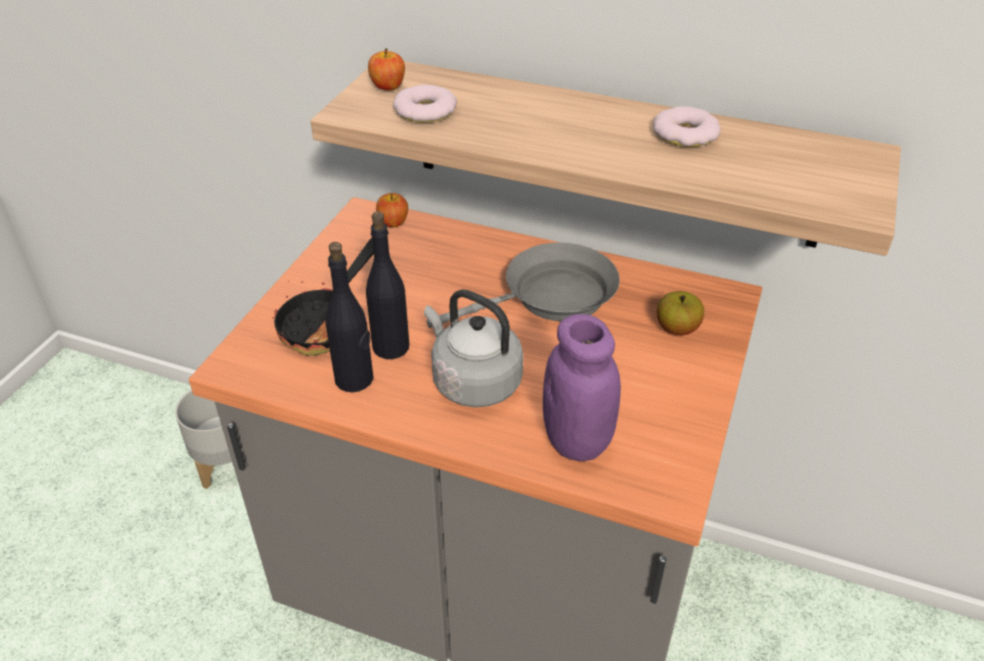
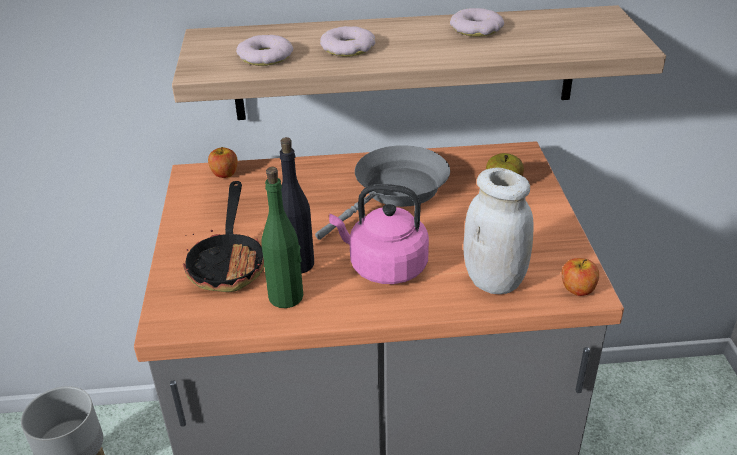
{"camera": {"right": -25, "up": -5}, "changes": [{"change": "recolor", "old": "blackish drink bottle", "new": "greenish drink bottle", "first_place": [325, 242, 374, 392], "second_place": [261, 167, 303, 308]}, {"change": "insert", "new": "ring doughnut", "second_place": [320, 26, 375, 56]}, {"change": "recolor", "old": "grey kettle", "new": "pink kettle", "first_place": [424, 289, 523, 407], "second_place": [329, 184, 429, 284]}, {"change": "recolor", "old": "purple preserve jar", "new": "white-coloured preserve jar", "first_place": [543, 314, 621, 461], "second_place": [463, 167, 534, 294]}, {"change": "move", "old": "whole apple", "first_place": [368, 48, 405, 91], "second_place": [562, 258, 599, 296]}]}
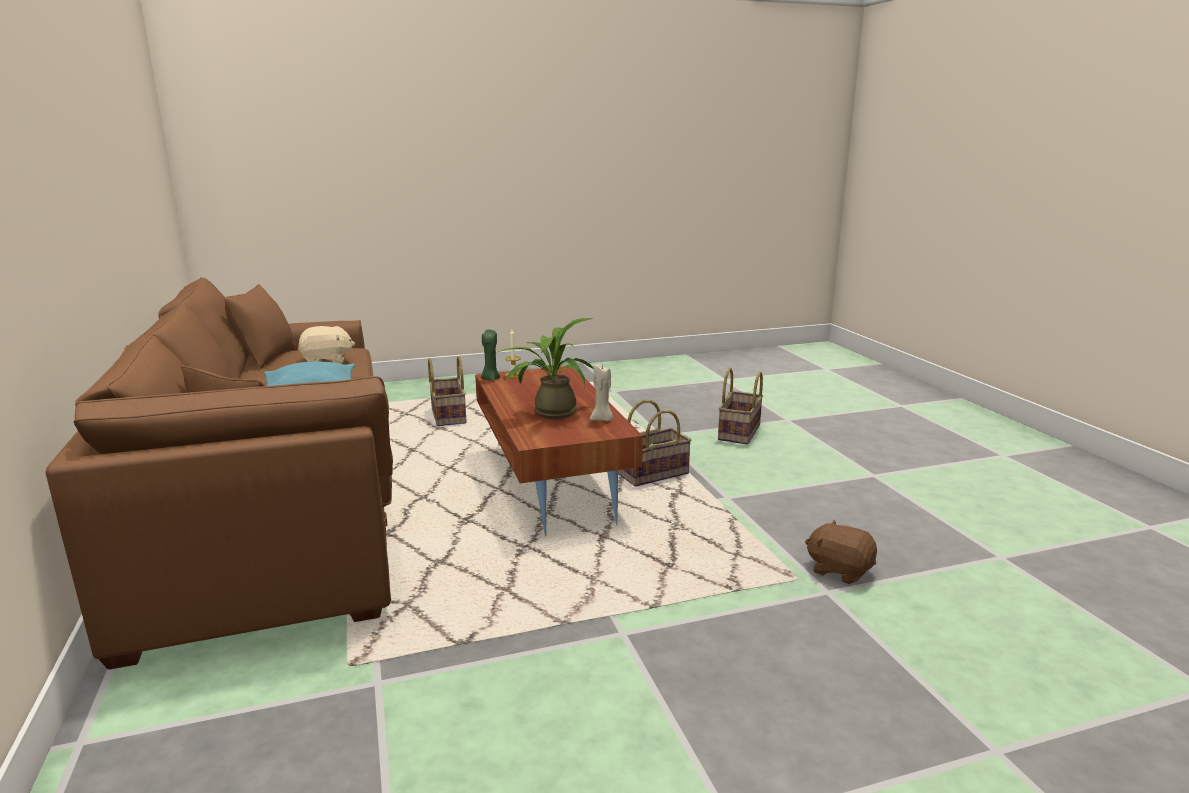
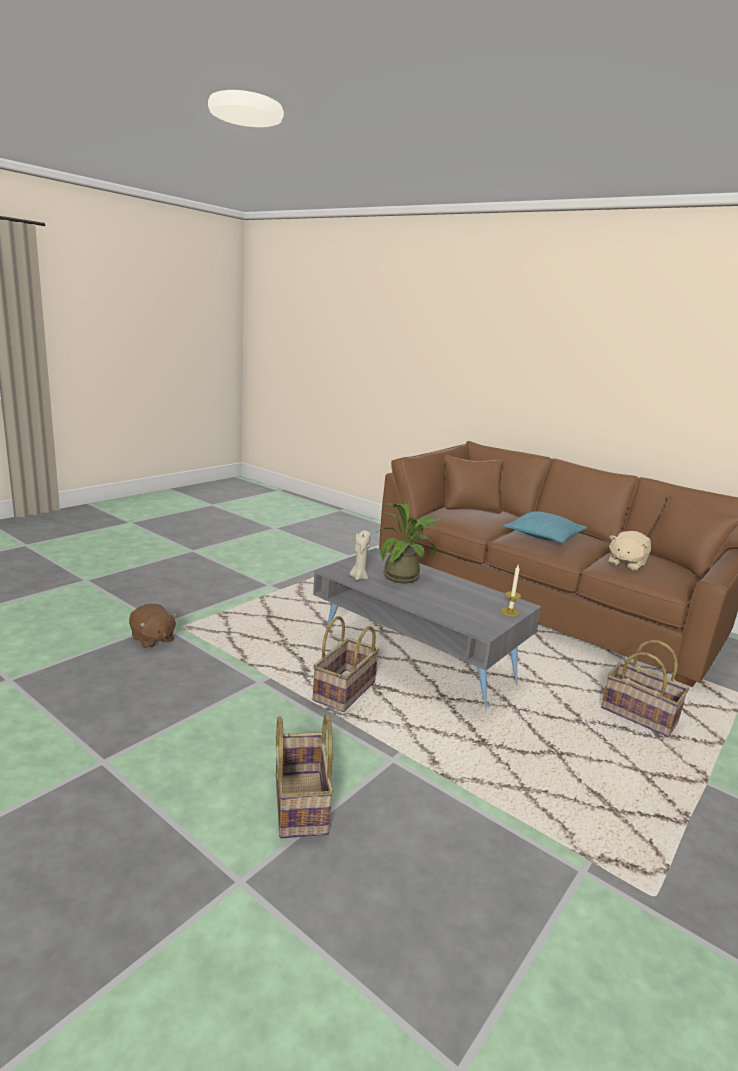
{"camera": {"right": 145, "up": 0}, "changes": [{"change": "rotate", "old": "brown-coloured cuddly toy", "first_place": [805, 520, 877, 584], "second_place": [129, 604, 177, 649], "degrees": 45}, {"change": "recolor", "old": "brown-coloured low table", "new": "grey low table", "first_place": [475, 366, 643, 537], "second_place": [313, 548, 542, 711]}, {"change": "delete", "old": "greenish wax candle", "first_place": [481, 330, 500, 381]}]}
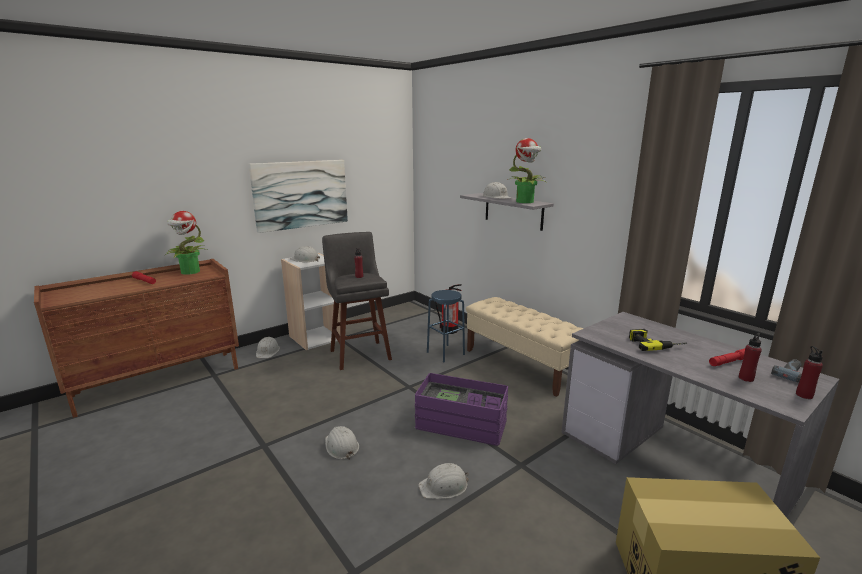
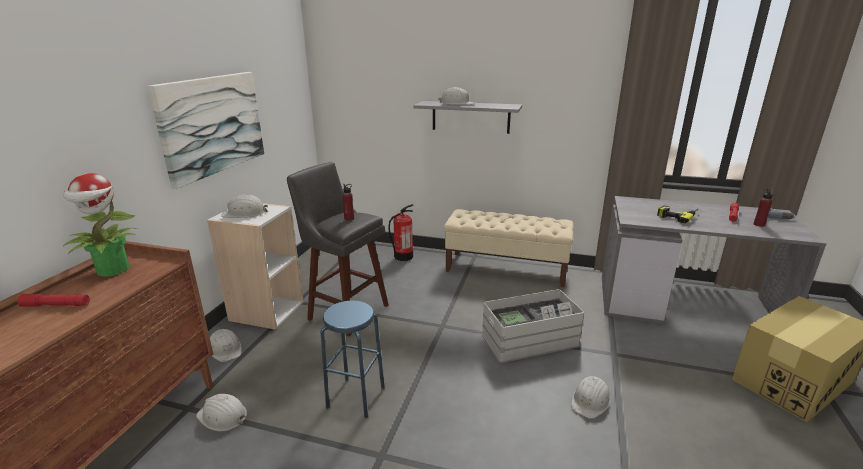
{"camera": {"right": -35, "up": 5}, "changes": [{"change": "move", "old": "white-coloured safety helmet", "first_place": [325, 426, 359, 460], "second_place": [196, 394, 247, 432]}, {"change": "move", "old": "bluish stool", "first_place": [427, 290, 465, 363], "second_place": [320, 301, 385, 418]}, {"change": "recolor", "old": "purple storage bin", "new": "grey storage bin", "first_place": [415, 373, 508, 446], "second_place": [482, 289, 584, 363]}, {"change": "delete", "old": "houseplant", "first_place": [509, 138, 546, 203]}, {"change": "delete", "old": "reddish drink bottle", "first_place": [796, 346, 823, 399]}]}
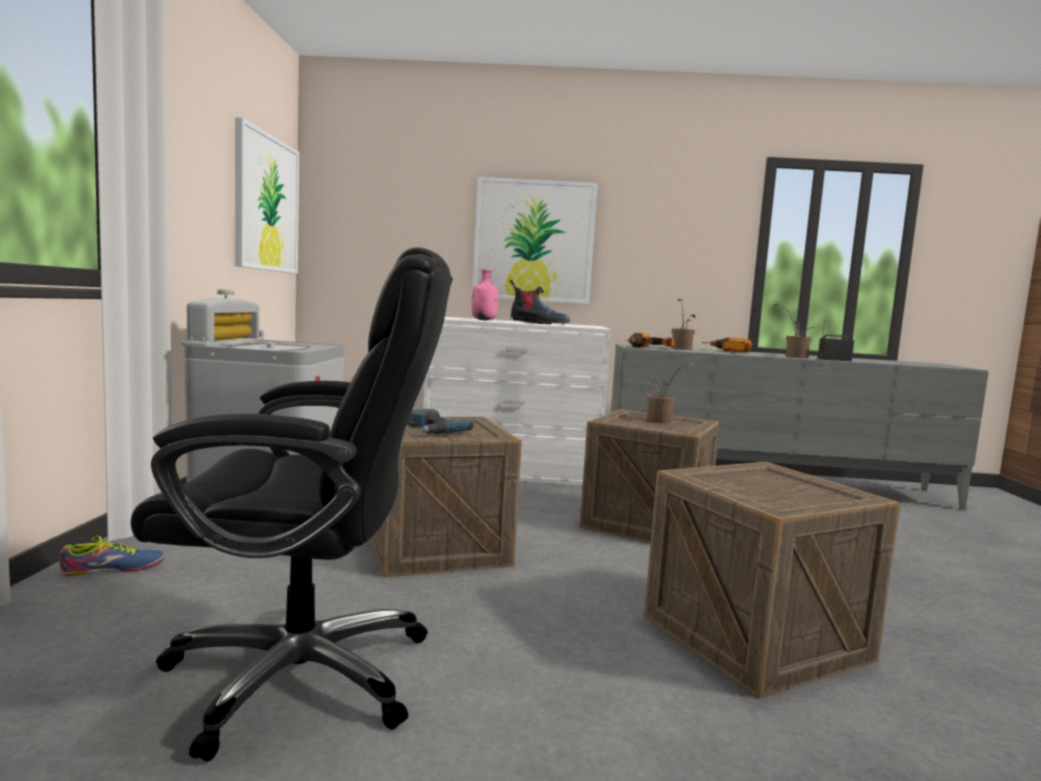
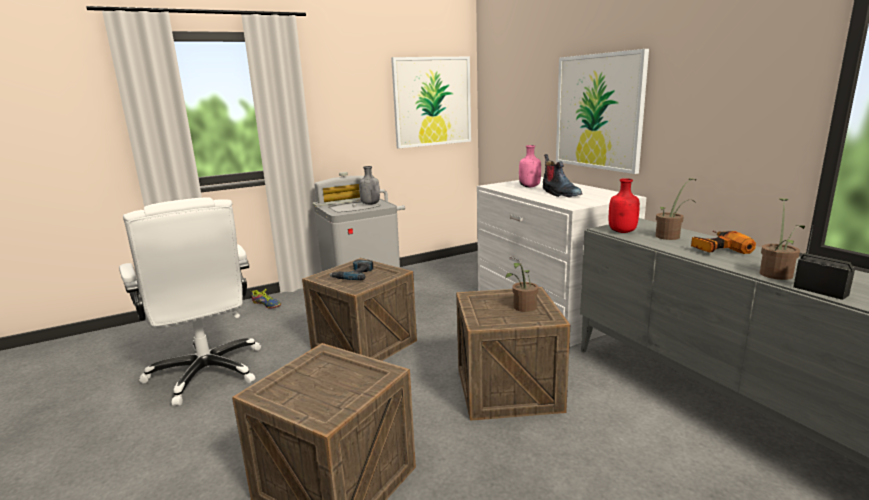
{"camera": {"right": 60, "up": 10}, "changes": [{"change": "recolor", "old": "blackish computer chair", "new": "white-coloured computer chair", "first_place": [131, 248, 453, 762], "second_place": [119, 198, 261, 406]}, {"change": "insert", "new": "grey drink bottle", "second_place": [359, 166, 380, 205]}, {"change": "replace", "old": "drill", "new": "reddish drink bottle", "first_place": [625, 333, 675, 347], "second_place": [609, 178, 640, 233]}]}
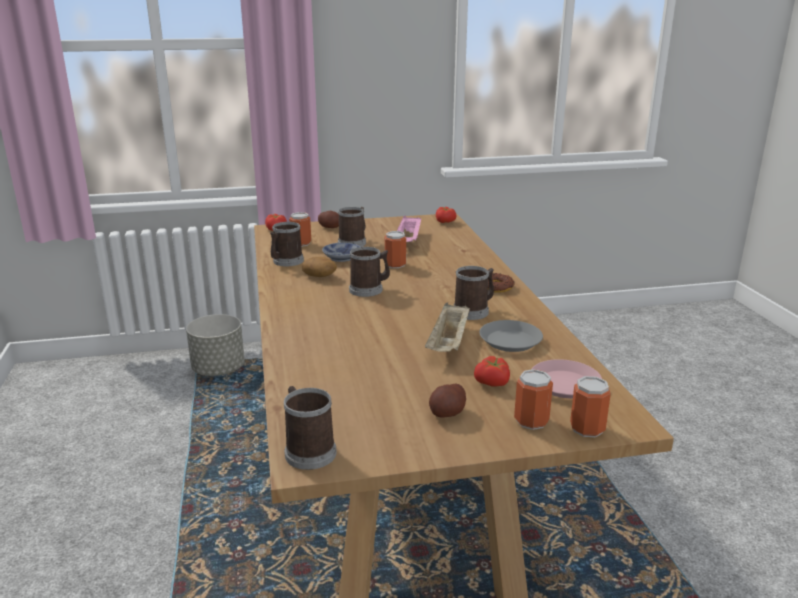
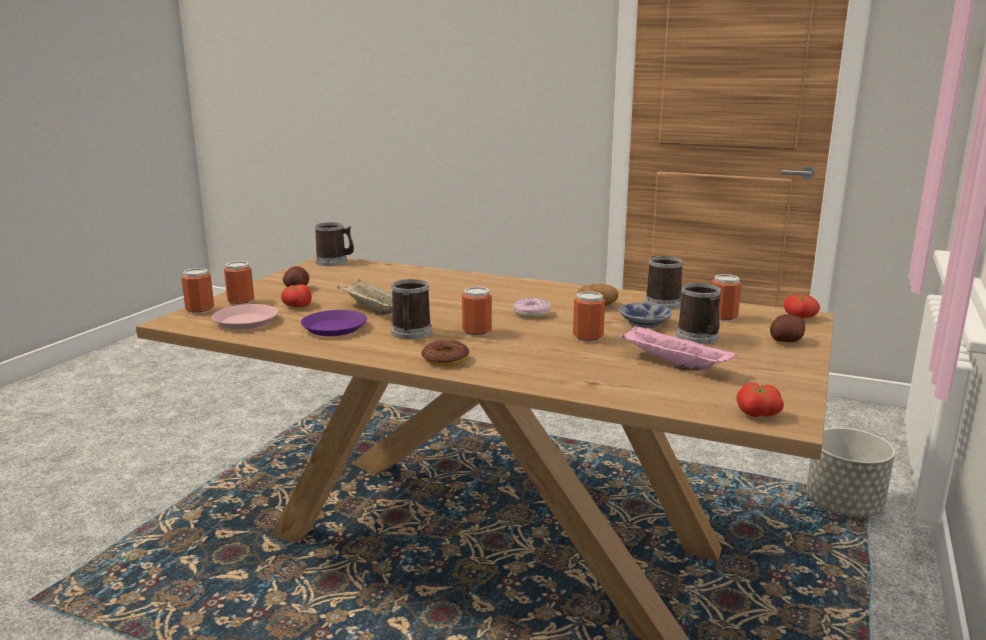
{"camera": {"right": 125, "up": -5}, "changes": [{"change": "recolor", "old": "grey flat dish", "new": "purple flat dish", "first_place": [479, 320, 543, 352], "second_place": [301, 310, 367, 336]}, {"change": "insert", "new": "metal can", "second_place": [462, 287, 492, 337]}, {"change": "replace", "old": "tea mug", "new": "ring doughnut", "first_place": [349, 247, 390, 297], "second_place": [513, 298, 551, 318]}]}
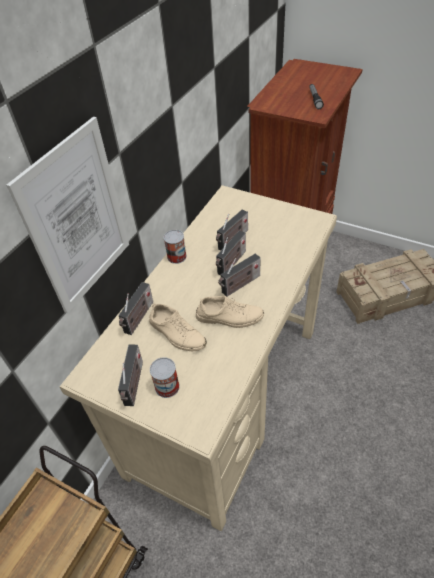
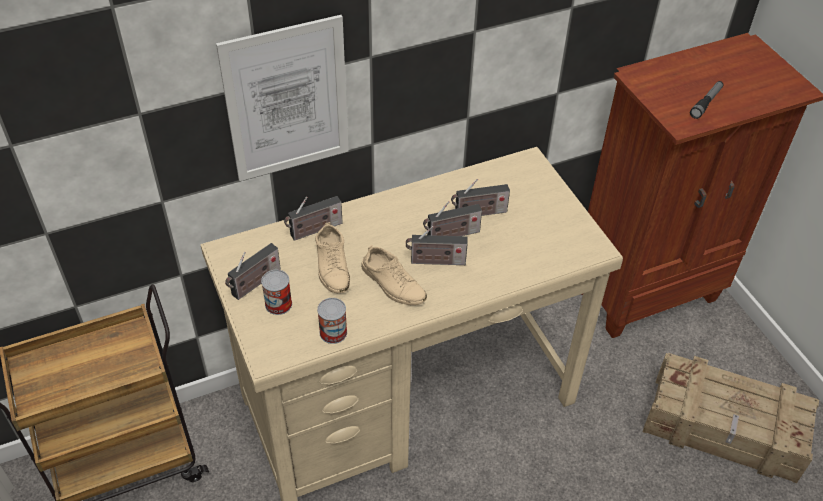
{"camera": {"right": 35, "up": 0}, "changes": [{"change": "move", "old": "metal can", "first_place": [164, 230, 187, 264], "second_place": [317, 298, 347, 344]}]}
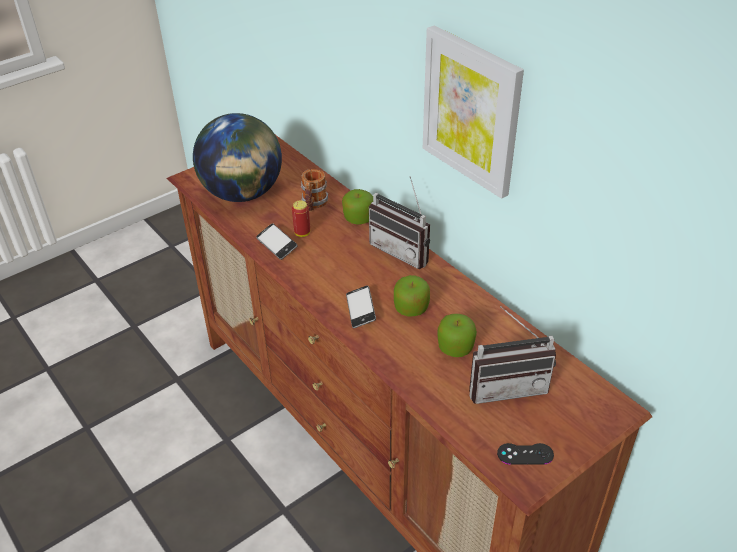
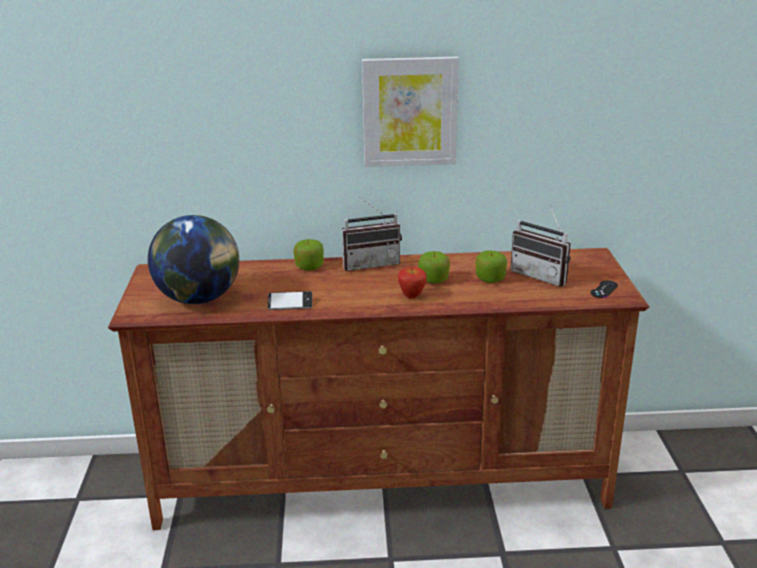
{"camera": {"right": -55, "up": -15}, "changes": [{"change": "replace", "old": "telephone", "new": "whole apple", "first_place": [346, 285, 376, 328], "second_place": [398, 267, 427, 299]}, {"change": "rotate", "old": "radio receiver", "first_place": [469, 306, 556, 404], "second_place": [510, 205, 571, 287], "degrees": 105}, {"change": "delete", "old": "metal can", "first_place": [292, 200, 310, 237]}, {"change": "delete", "old": "tea mug", "first_place": [301, 169, 328, 212]}]}
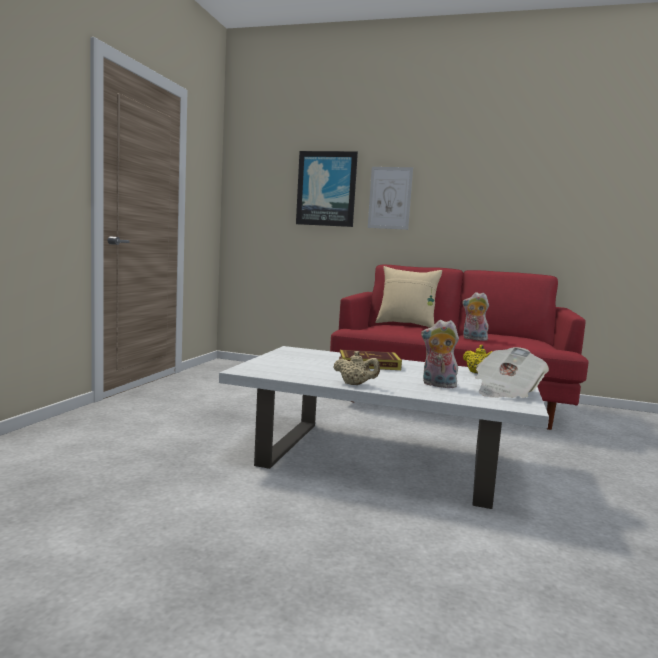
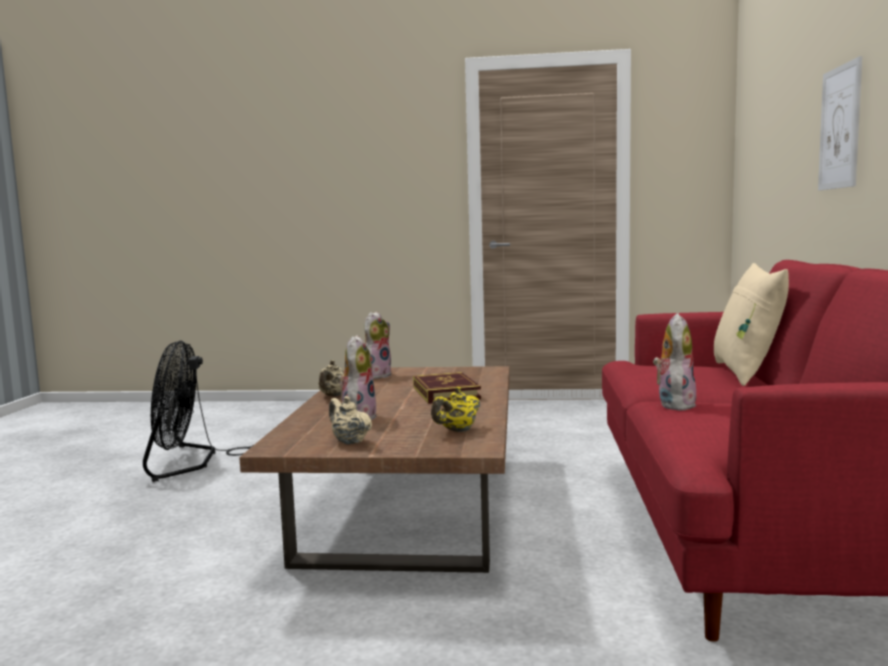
{"camera": {"right": 80, "up": 0}, "changes": [{"change": "insert", "new": "blackish fan", "second_place": [143, 341, 253, 482]}, {"change": "recolor", "old": "white-coloured low table", "new": "brown-coloured low table", "first_place": [219, 346, 549, 509], "second_place": [239, 366, 510, 573]}, {"change": "replace", "old": "printed paper", "new": "beige-coloured teapot", "first_place": [475, 347, 549, 398], "second_place": [329, 396, 372, 445]}, {"change": "insert", "new": "cuddly toy", "second_place": [364, 312, 392, 379]}, {"change": "delete", "old": "wall art", "first_place": [296, 151, 358, 227]}]}
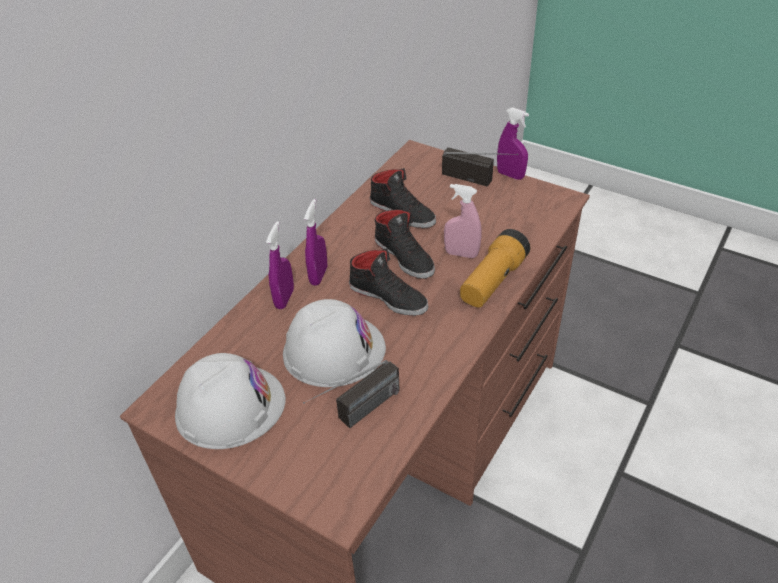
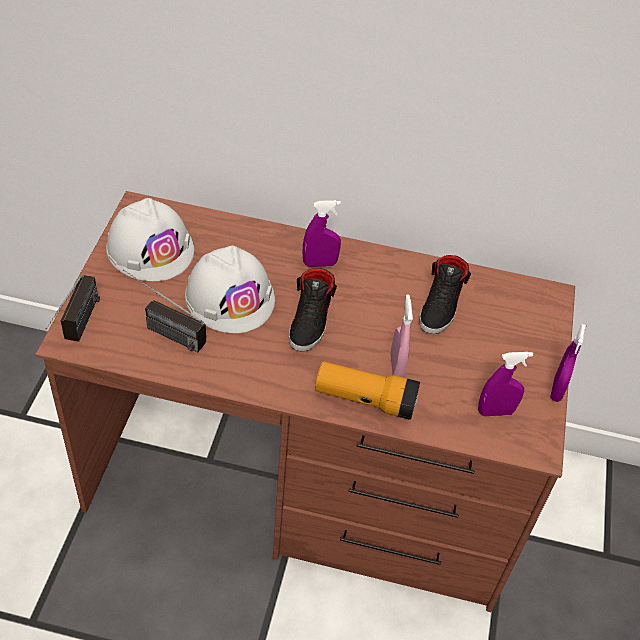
{"camera": {"right": 65, "up": 5}, "changes": [{"change": "move", "old": "radio receiver", "first_place": [442, 147, 518, 186], "second_place": [46, 275, 100, 342]}, {"change": "move", "old": "purple sprayer", "first_place": [266, 222, 294, 309], "second_place": [478, 352, 533, 416]}, {"change": "delete", "old": "blackish item of footwear", "first_place": [375, 210, 435, 279]}]}
